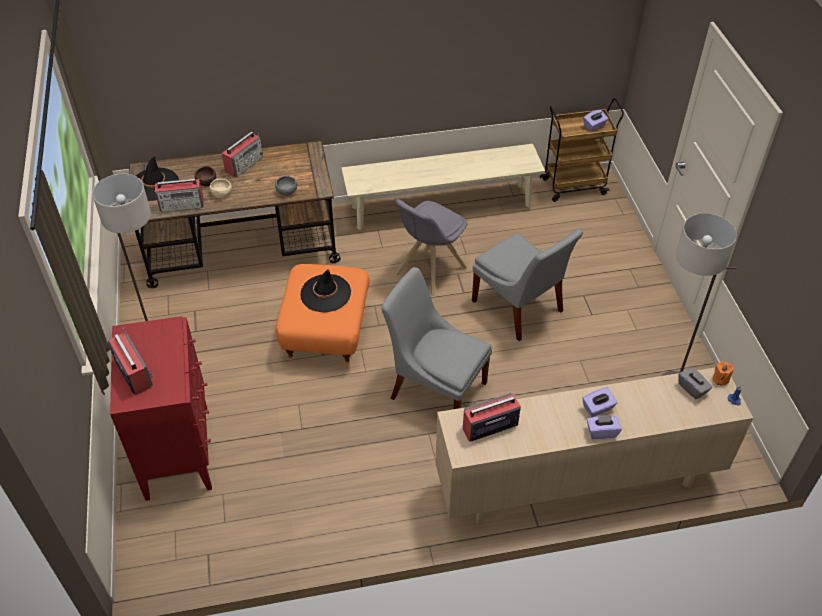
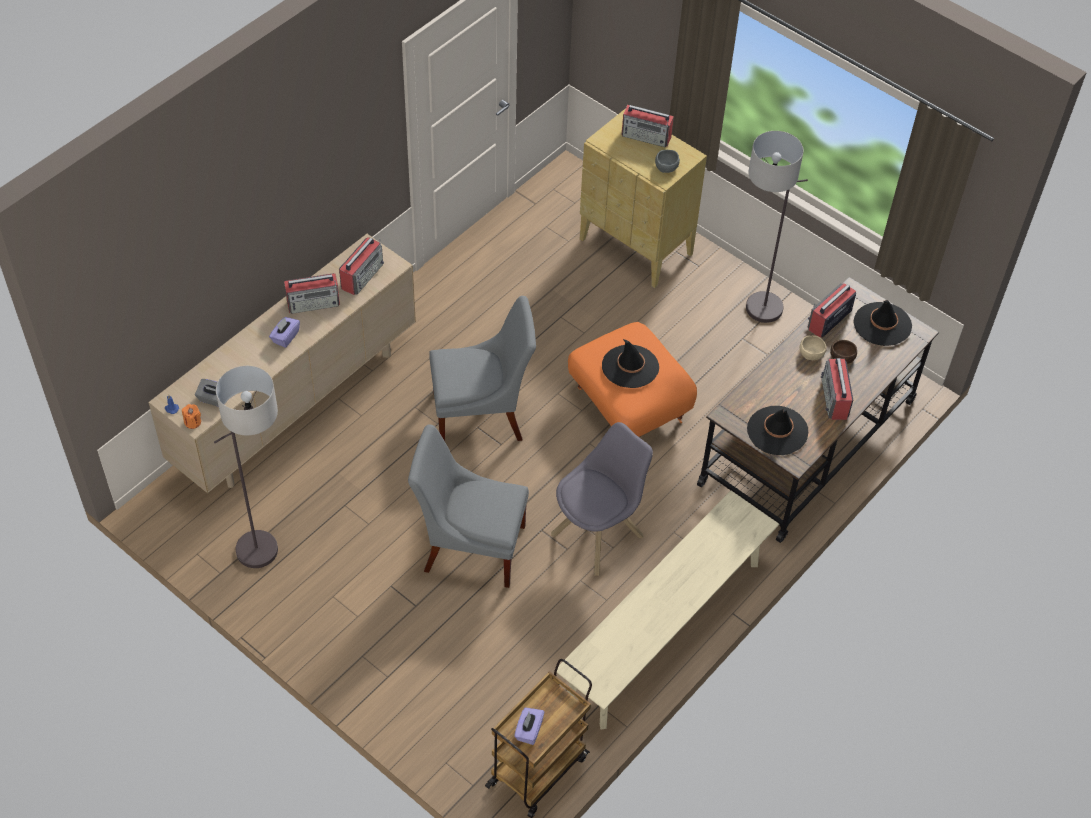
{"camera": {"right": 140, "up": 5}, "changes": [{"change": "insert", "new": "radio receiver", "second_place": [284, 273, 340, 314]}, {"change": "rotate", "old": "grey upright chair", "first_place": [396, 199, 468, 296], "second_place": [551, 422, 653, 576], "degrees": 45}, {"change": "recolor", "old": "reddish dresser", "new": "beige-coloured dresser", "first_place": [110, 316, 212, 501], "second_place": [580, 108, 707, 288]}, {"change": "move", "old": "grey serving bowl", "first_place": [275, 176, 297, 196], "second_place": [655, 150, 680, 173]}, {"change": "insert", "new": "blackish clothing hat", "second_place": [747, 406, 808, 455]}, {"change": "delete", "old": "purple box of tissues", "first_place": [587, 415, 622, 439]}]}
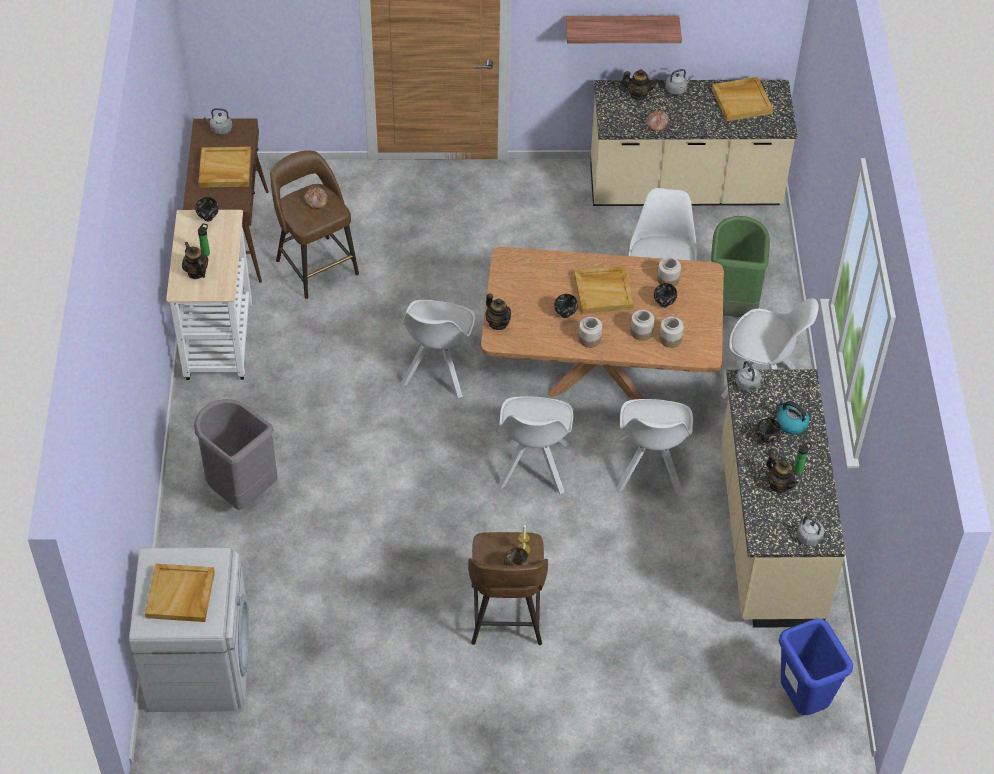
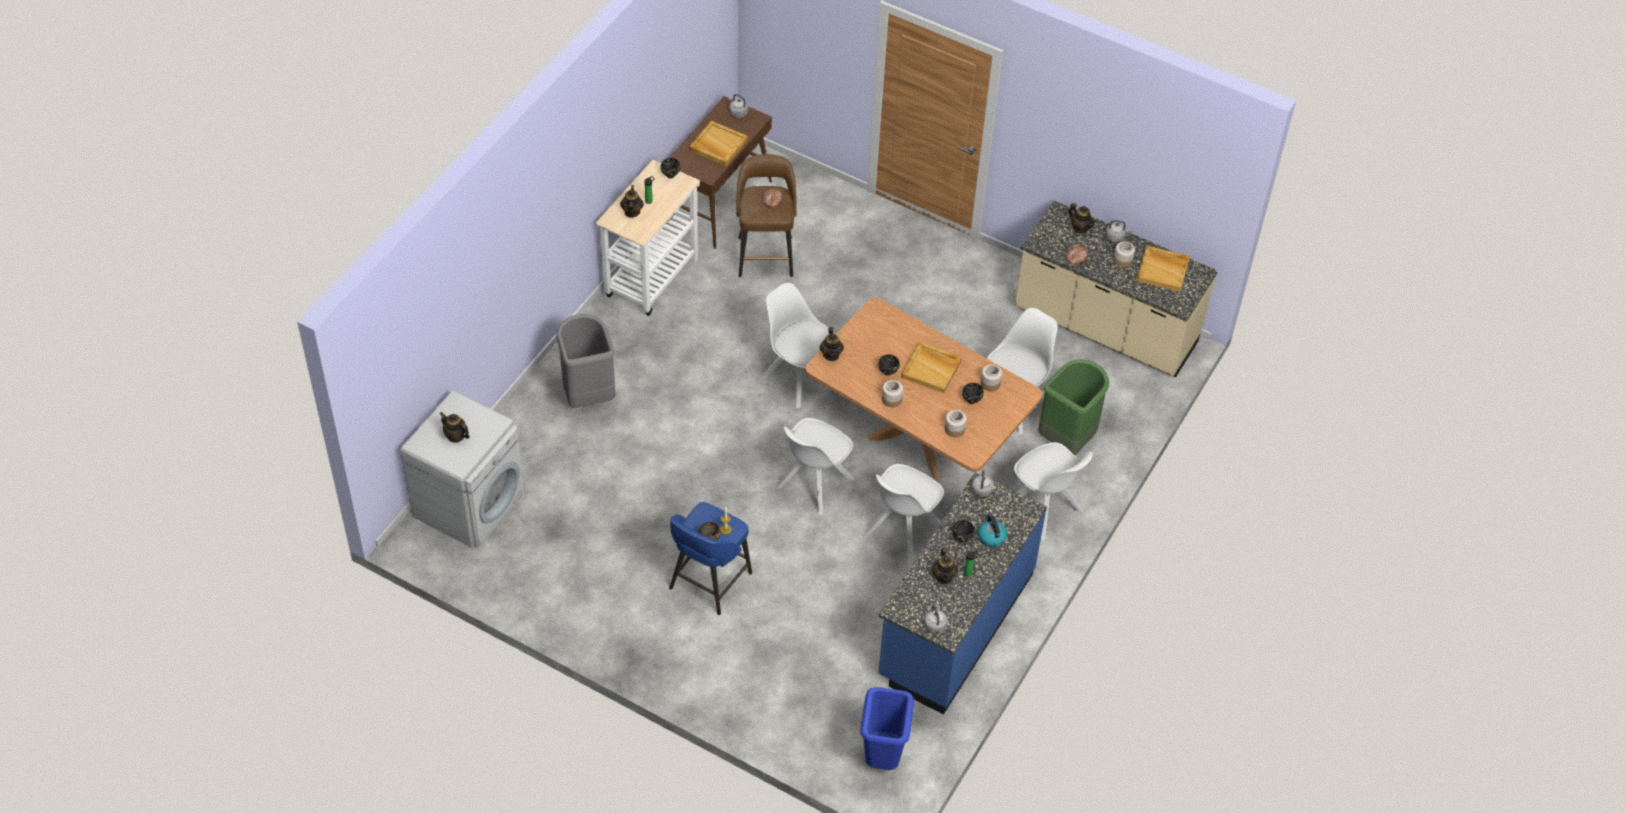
{"camera": {"right": 30, "up": 0}, "changes": [{"change": "replace", "old": "beige-coloured serving tray", "new": "teapot", "first_place": [145, 564, 215, 622], "second_place": [439, 412, 470, 443]}, {"change": "recolor", "old": "brown-coloured stool", "new": "bluish stool", "first_place": [468, 532, 548, 645], "second_place": [669, 502, 752, 615]}, {"change": "rotate", "old": "white-coloured upright chair", "first_place": [401, 300, 477, 398], "second_place": [761, 283, 829, 408], "degrees": 90}, {"change": "recolor", "old": "beige-coloured kitchen base unit", "new": "bluish kitchen base unit", "first_place": [721, 369, 846, 628], "second_place": [878, 473, 1047, 715]}, {"change": "move", "old": "preserve jar", "first_place": [630, 310, 654, 341], "second_place": [1114, 241, 1135, 268]}, {"change": "delete", "old": "shelf", "first_place": [566, 16, 682, 43]}]}
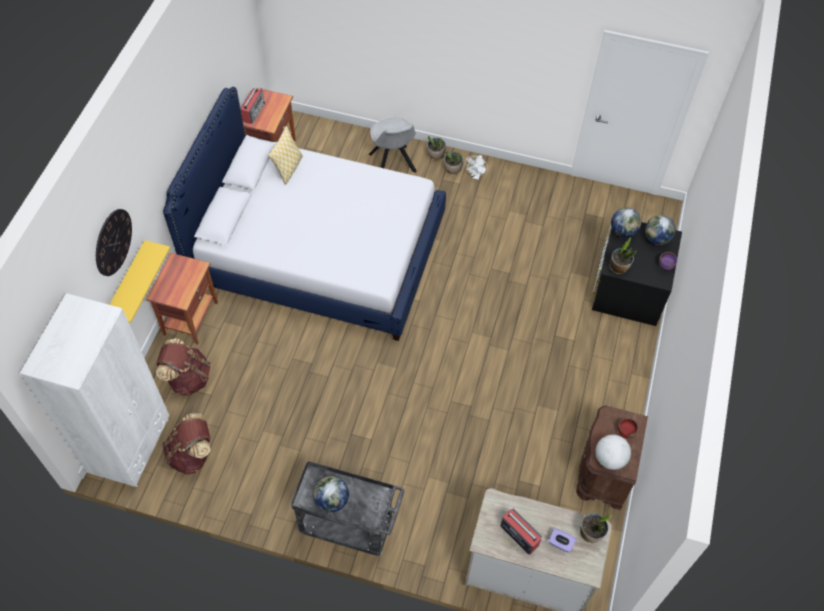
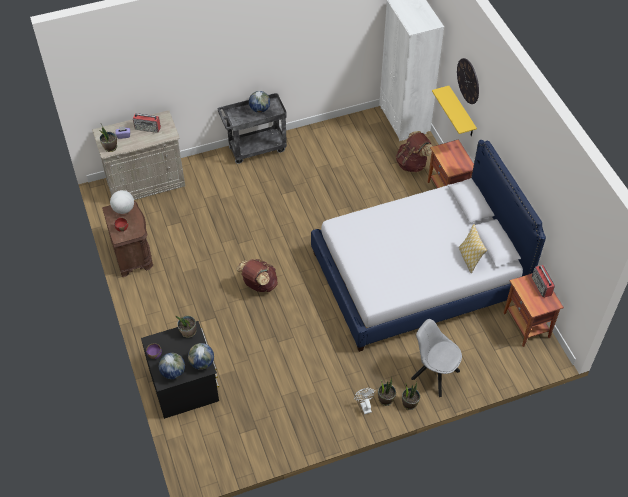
{"camera": {"right": 145, "up": -5}, "changes": [{"change": "move", "old": "brown-coloured backpack", "first_place": [163, 413, 211, 475], "second_place": [236, 259, 278, 292]}]}
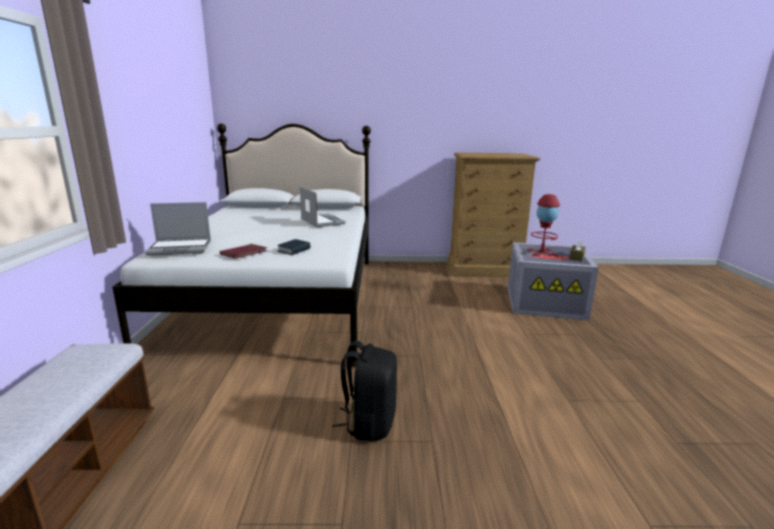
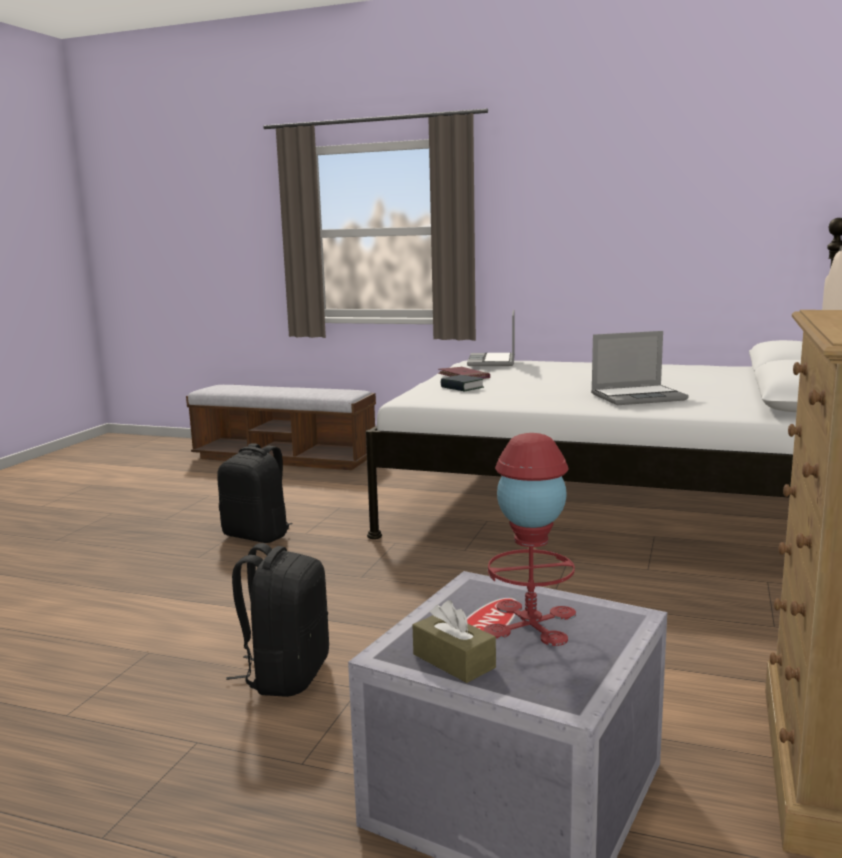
{"camera": {"right": 110, "up": -5}, "changes": [{"change": "insert", "new": "blackish backpack", "second_place": [226, 543, 329, 697]}]}
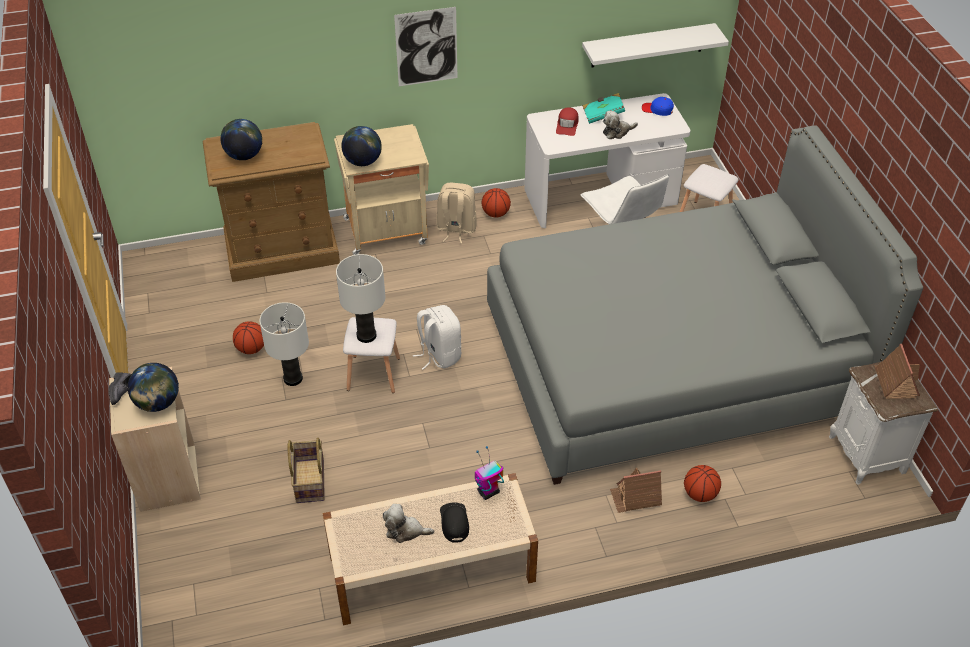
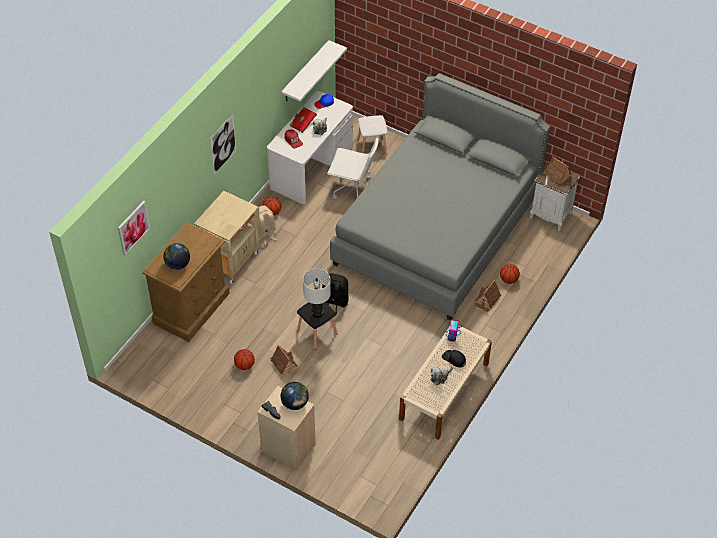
{"camera": {"right": -45, "up": 5}, "changes": [{"change": "insert", "new": "wall art", "second_place": [118, 201, 150, 255]}, {"change": "replace", "old": "white-coloured table lamp", "new": "toy house", "first_place": [259, 302, 309, 386], "second_place": [270, 344, 297, 375]}, {"change": "recolor", "old": "turquoise book", "new": "reddish book", "first_place": [583, 93, 625, 124], "second_place": [290, 107, 317, 133]}, {"change": "recolor", "old": "white-coloured stool", "new": "blackish stool", "first_place": [343, 317, 400, 393], "second_place": [297, 302, 337, 350]}, {"change": "recolor", "old": "white-coloured backpack", "new": "blackish backpack", "first_place": [413, 305, 461, 370], "second_place": [322, 273, 349, 314]}, {"change": "delete", "old": "basket", "first_place": [287, 438, 325, 503]}, {"change": "delete", "old": "world globe", "first_place": [341, 126, 382, 166]}]}
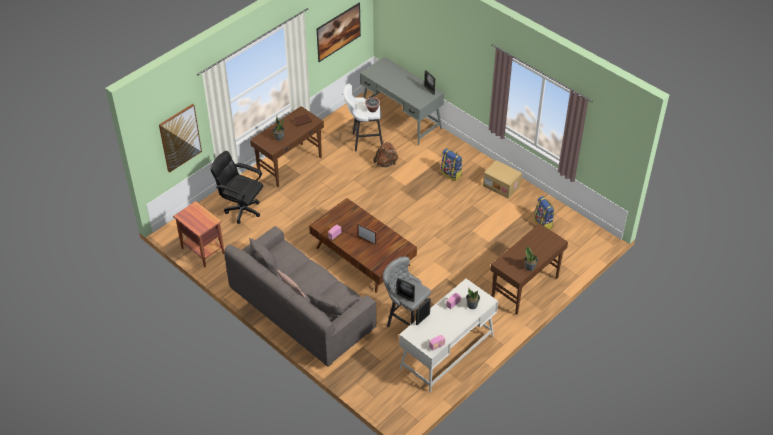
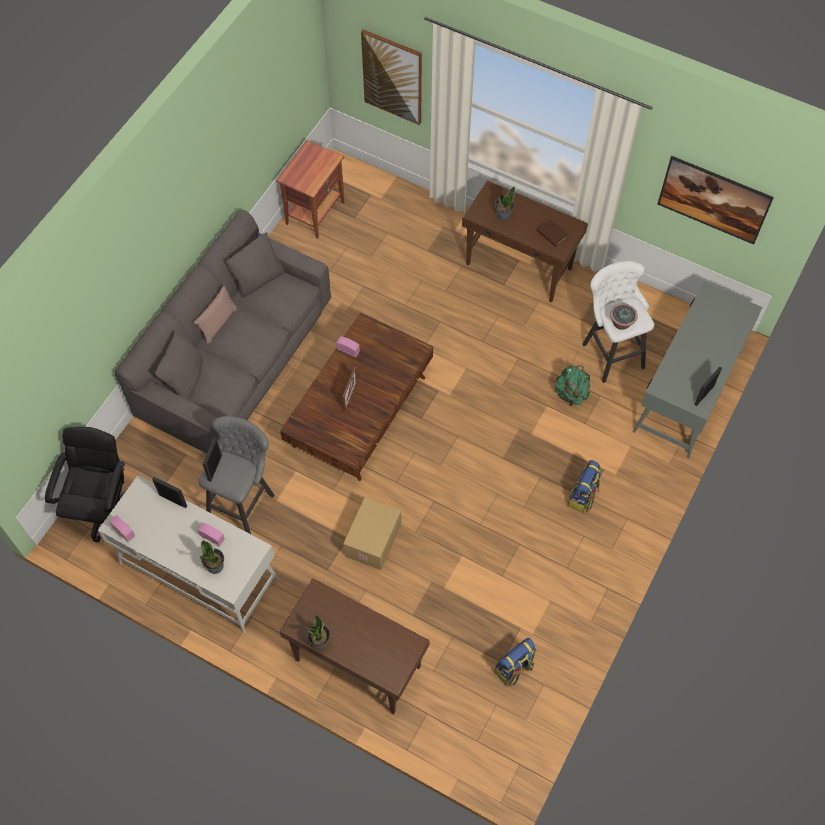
{"camera": {"right": 75, "up": 15}, "changes": [{"change": "move", "old": "blackish computer chair", "first_place": [210, 151, 263, 224], "second_place": [45, 427, 126, 542]}, {"change": "move", "old": "packing box", "first_place": [483, 160, 522, 199], "second_place": [343, 497, 401, 570]}, {"change": "recolor", "old": "brown-coloured backpack", "new": "greenish backpack", "first_place": [373, 140, 398, 167], "second_place": [555, 365, 590, 406]}]}
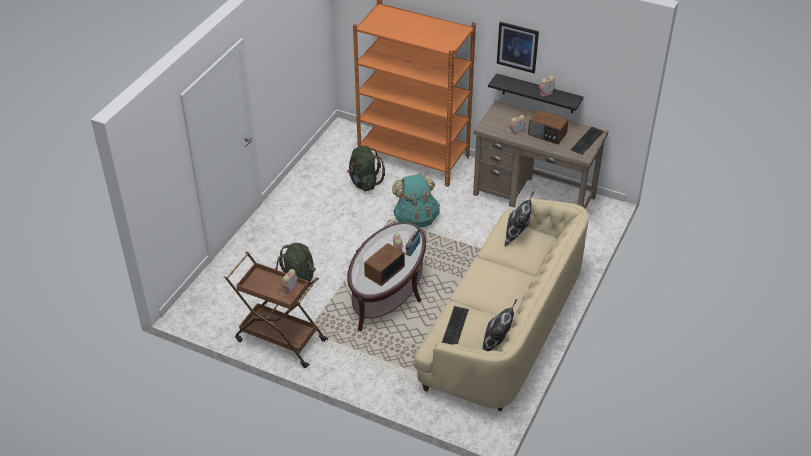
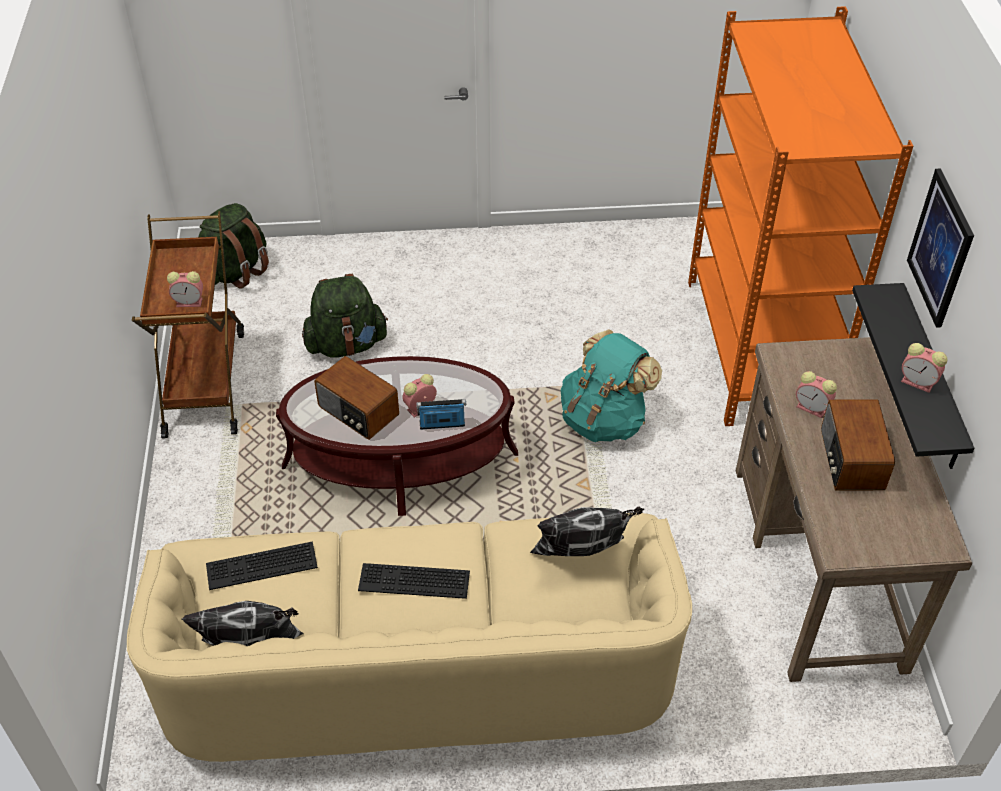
{"camera": {"right": 60, "up": 5}, "changes": [{"change": "move", "old": "greenish backpack", "first_place": [347, 146, 385, 192], "second_place": [198, 203, 269, 289]}, {"change": "rotate", "old": "radio receiver", "first_place": [364, 243, 405, 286], "second_place": [314, 356, 399, 440], "degrees": -150}, {"change": "move", "old": "PC keyboard", "first_place": [570, 127, 604, 155], "second_place": [358, 563, 470, 599]}]}
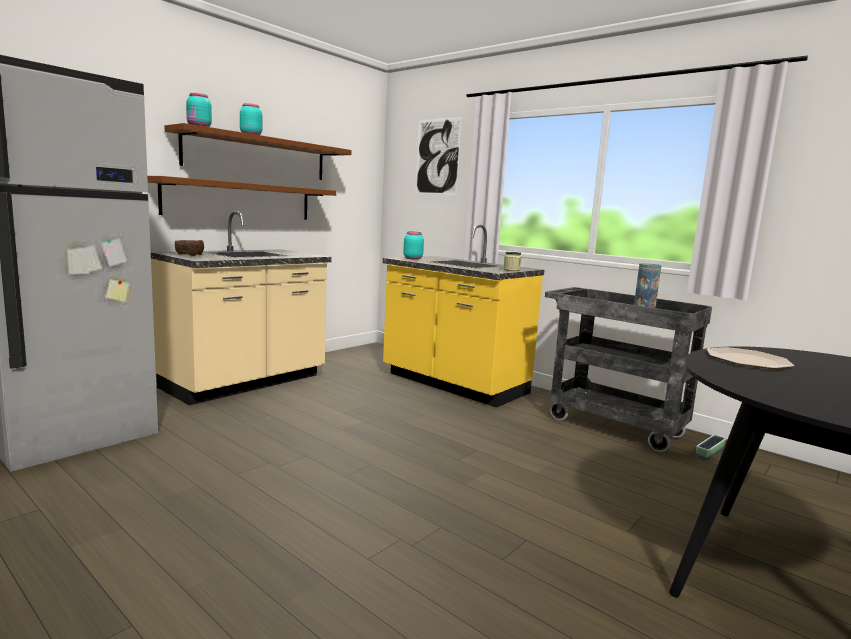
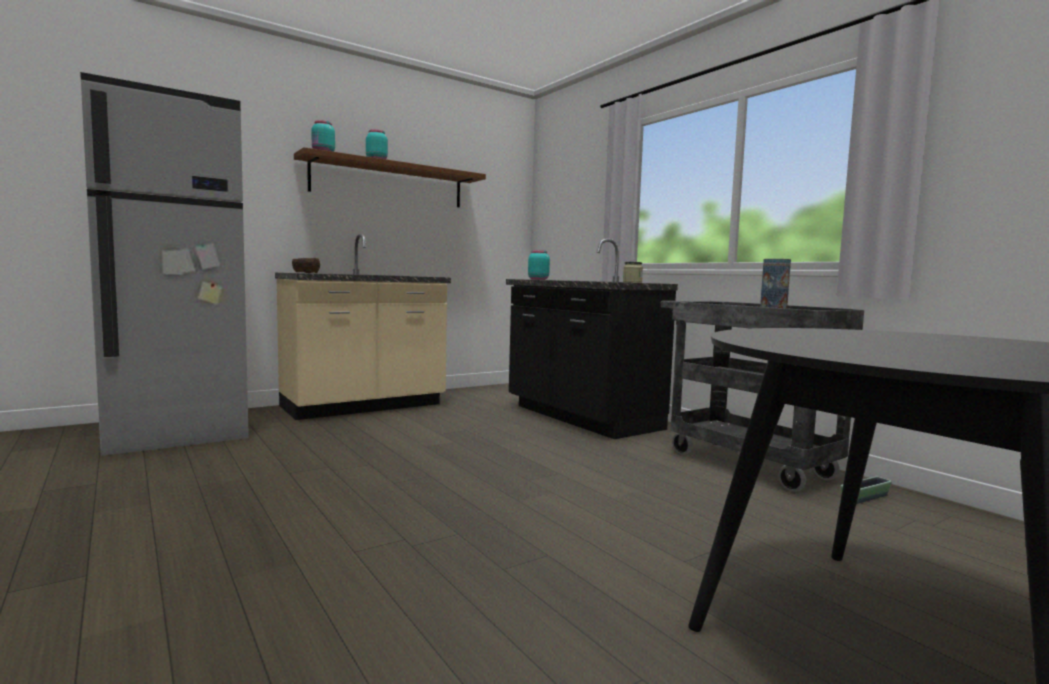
{"camera": {"right": 15, "up": -5}, "changes": [{"change": "recolor", "old": "yellow kitchen base unit", "new": "blackish kitchen base unit", "first_place": [383, 224, 544, 408], "second_place": [506, 239, 678, 439]}, {"change": "delete", "old": "brown-coloured shelf", "first_place": [147, 176, 336, 220]}, {"change": "delete", "old": "wall art", "first_place": [415, 117, 462, 195]}, {"change": "delete", "old": "flat dish", "first_place": [707, 347, 794, 369]}]}
